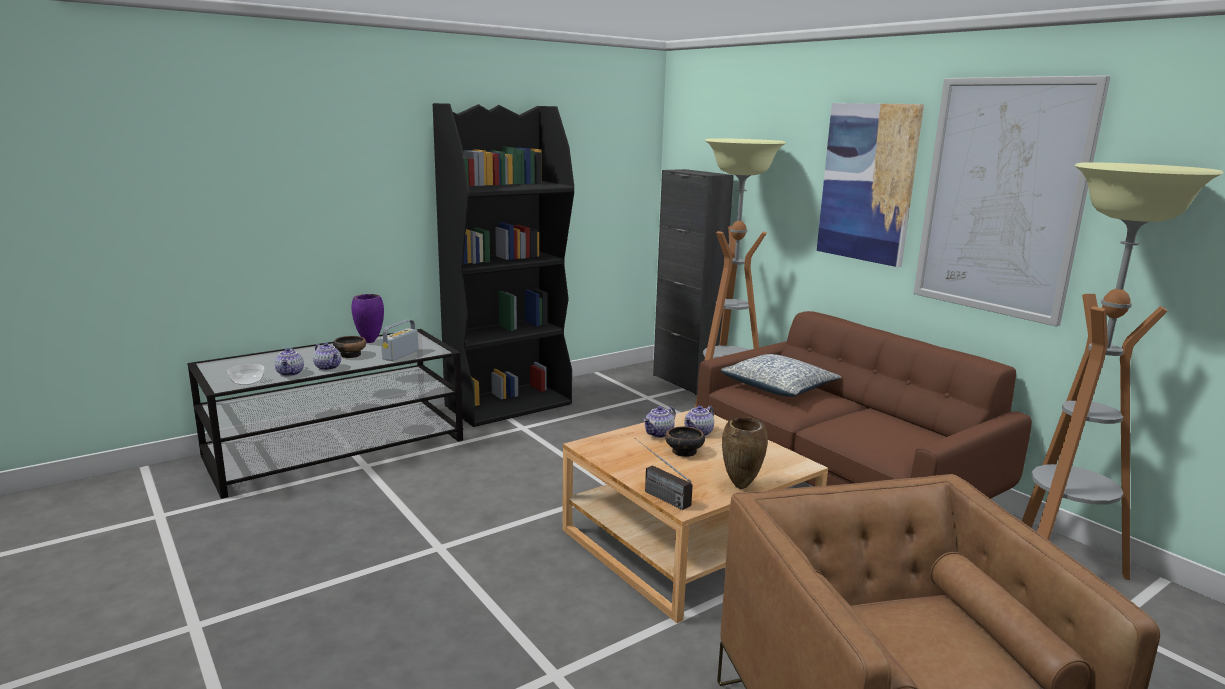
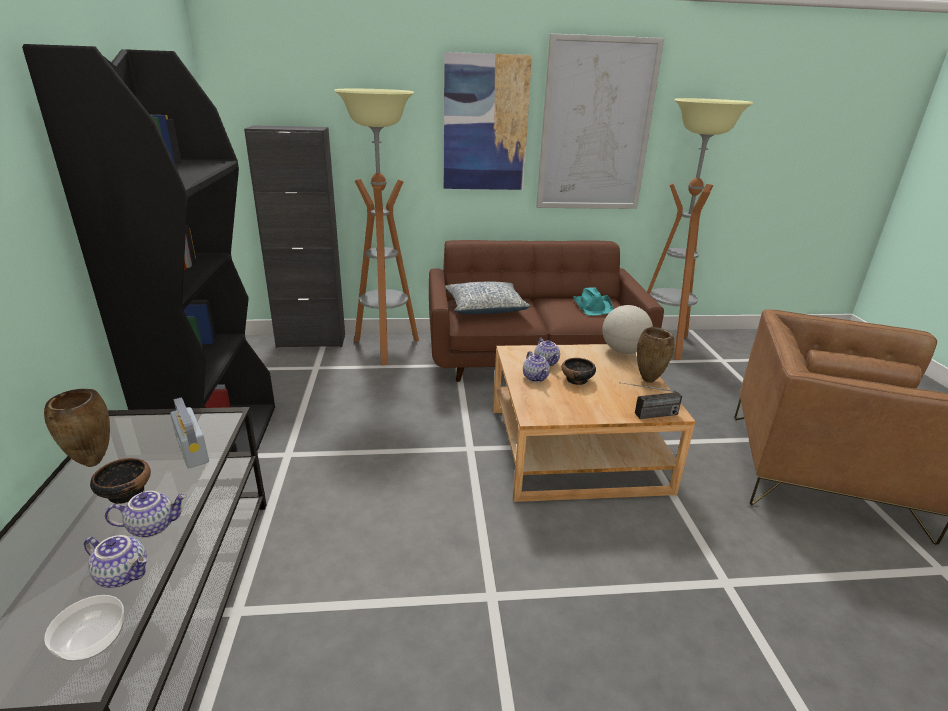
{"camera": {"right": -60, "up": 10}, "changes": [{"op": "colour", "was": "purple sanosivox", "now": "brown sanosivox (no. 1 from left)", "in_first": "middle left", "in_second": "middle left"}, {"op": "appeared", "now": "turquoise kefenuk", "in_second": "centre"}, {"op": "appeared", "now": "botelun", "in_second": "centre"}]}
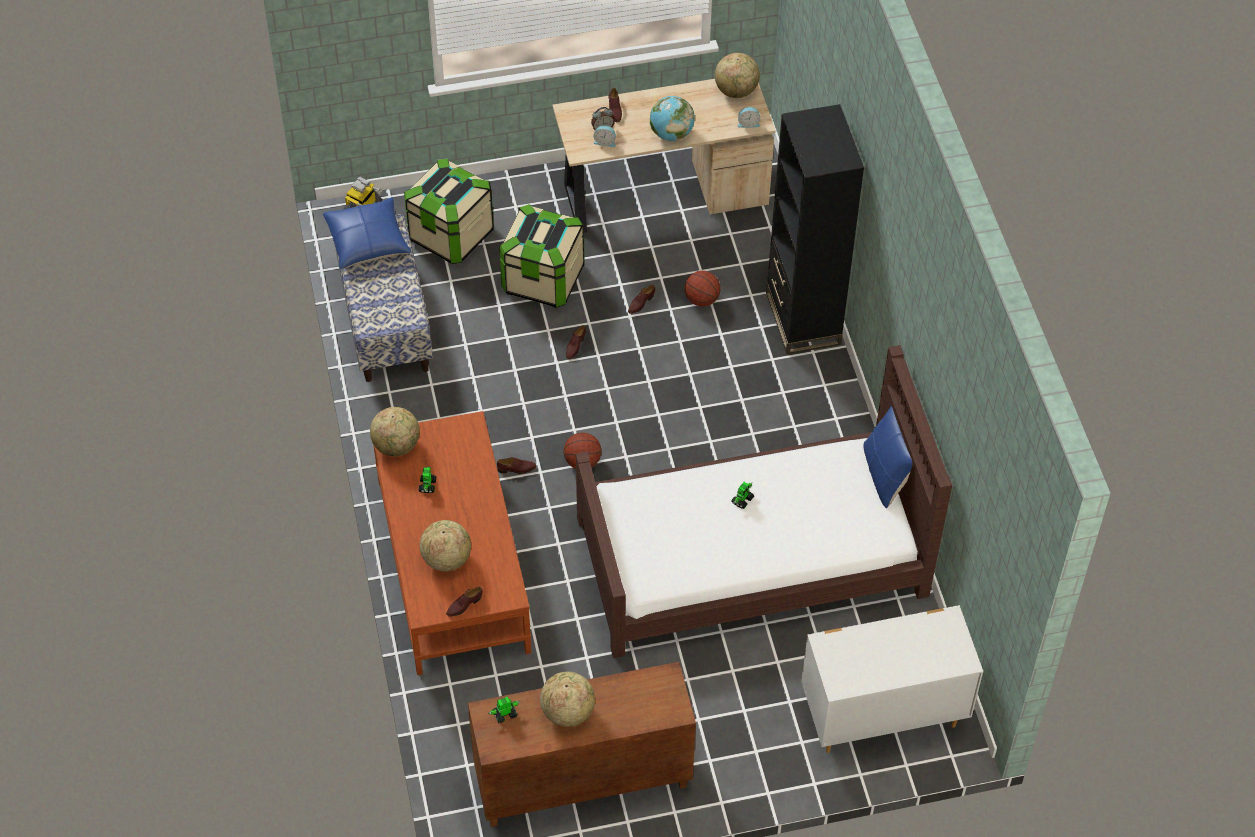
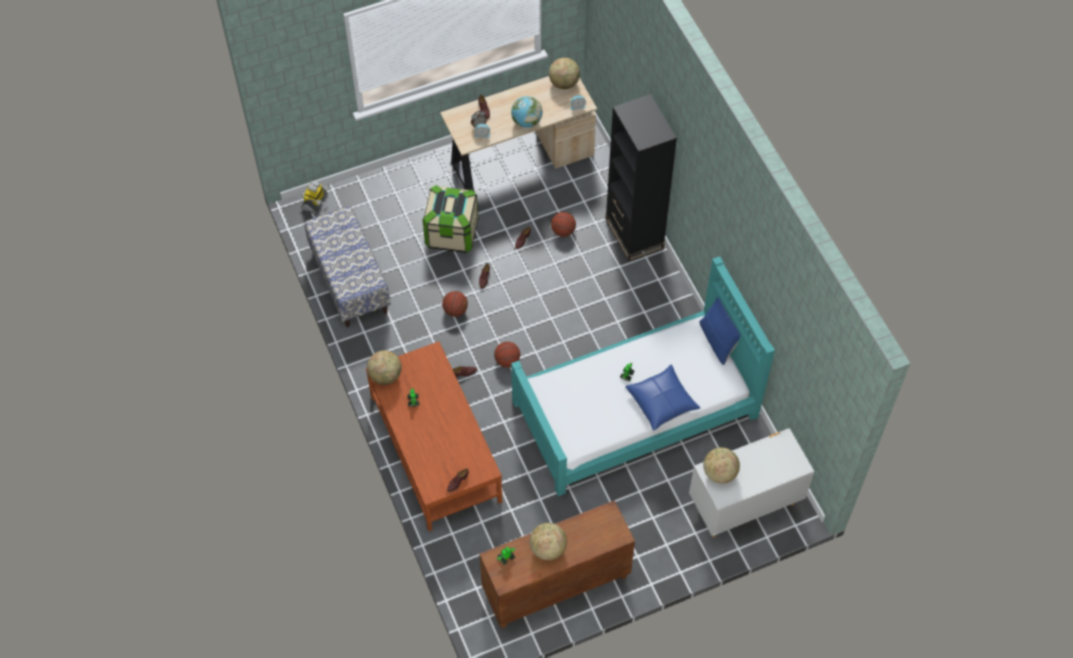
{"camera": {"right": -10, "up": 5}, "changes": [{"op": "appeared", "now": "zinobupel (no. 1 from left)", "in_second": "centre"}, {"op": "colour", "was": "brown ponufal", "now": "turquoise ponufal", "in_first": "centre", "in_second": "centre"}, {"op": "relocated", "was": "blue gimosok (no. 1 from left)", "in_first": "top left", "in_second": "centre"}, {"op": "relocated", "was": "botelun (no. 2 from left in the first image)", "now": "botelun (no. 5 from left)", "in_first": "centre", "in_second": "bottom right"}, {"op": "missing", "was": "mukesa (no. 1 from left)", "in_first": "top centre"}]}
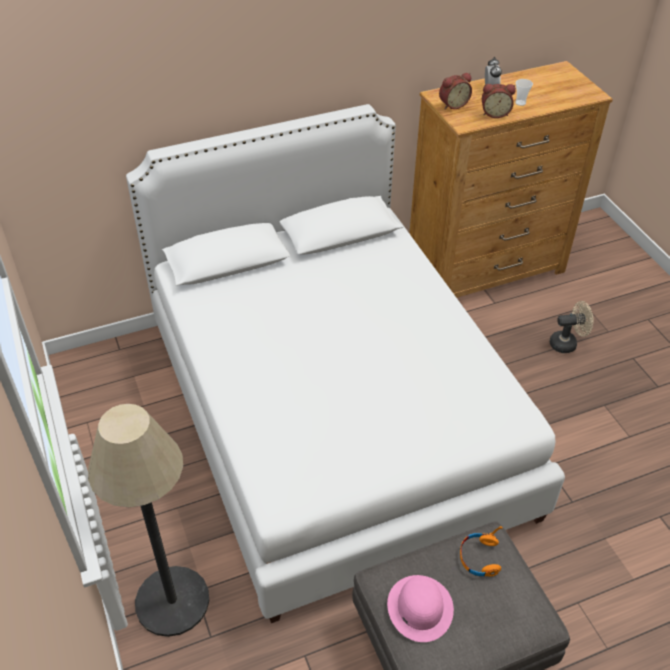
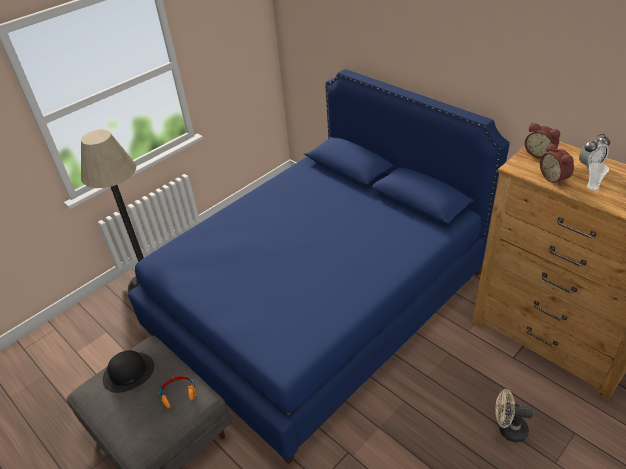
{"camera": {"right": 70, "up": -5}, "changes": [{"op": "colour", "was": "pink kefenuk", "now": "black kefenuk", "in_first": "bottom centre", "in_second": "bottom left"}, {"op": "colour", "was": "white ponufal", "now": "blue ponufal", "in_first": "centre", "in_second": "centre"}, {"op": "spun", "was": "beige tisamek", "in_first": "middle right", "in_second": "bottom right", "clockwise": 135}]}
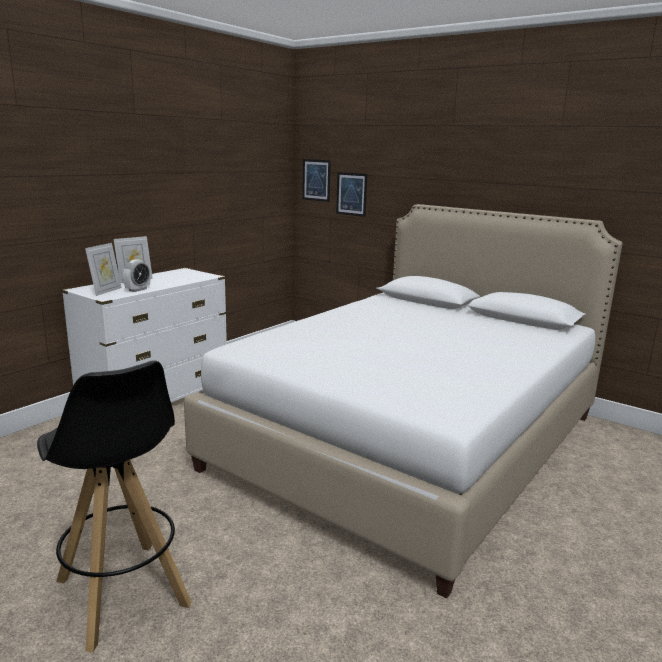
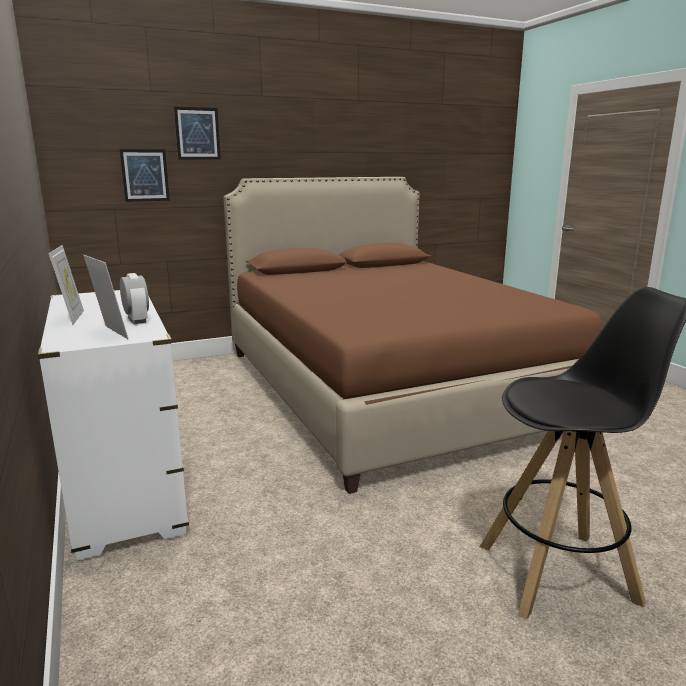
{"camera": {"right": -60, "up": 0}, "changes": [{"op": "relocated", "was": "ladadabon (no. 1 from left in the first image)", "now": "ladadabon (no. 2 from left)", "in_first": "top centre", "in_second": "top left"}, {"op": "colour", "was": "white ponufal", "now": "brown ponufal", "in_first": "centre", "in_second": "centre"}]}
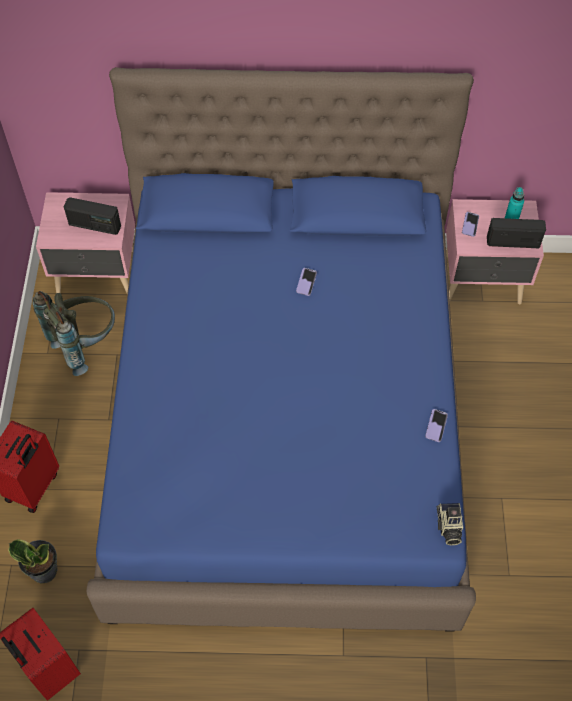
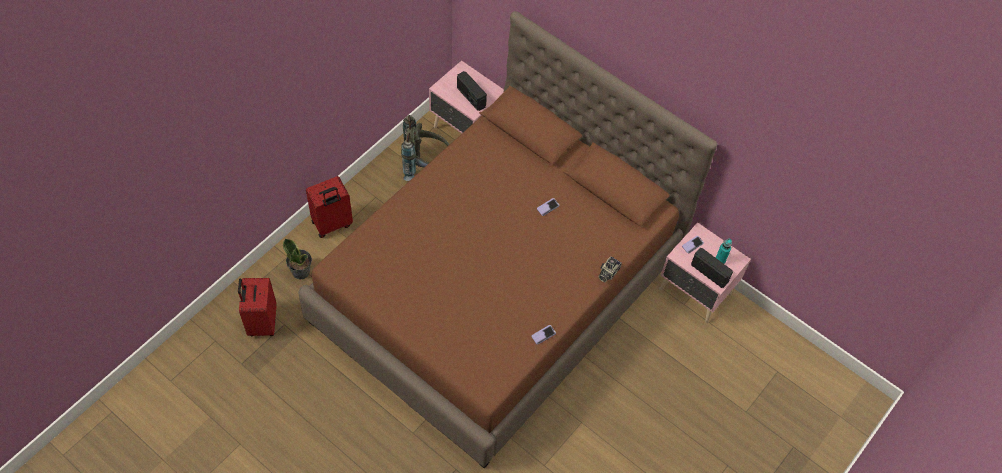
{"camera": {"right": 35, "up": 0}, "changes": [{"op": "colour", "was": "blue ponufal", "now": "brown ponufal", "in_first": "centre", "in_second": "centre"}, {"op": "relocated", "was": "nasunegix", "in_first": "bottom right", "in_second": "centre"}]}
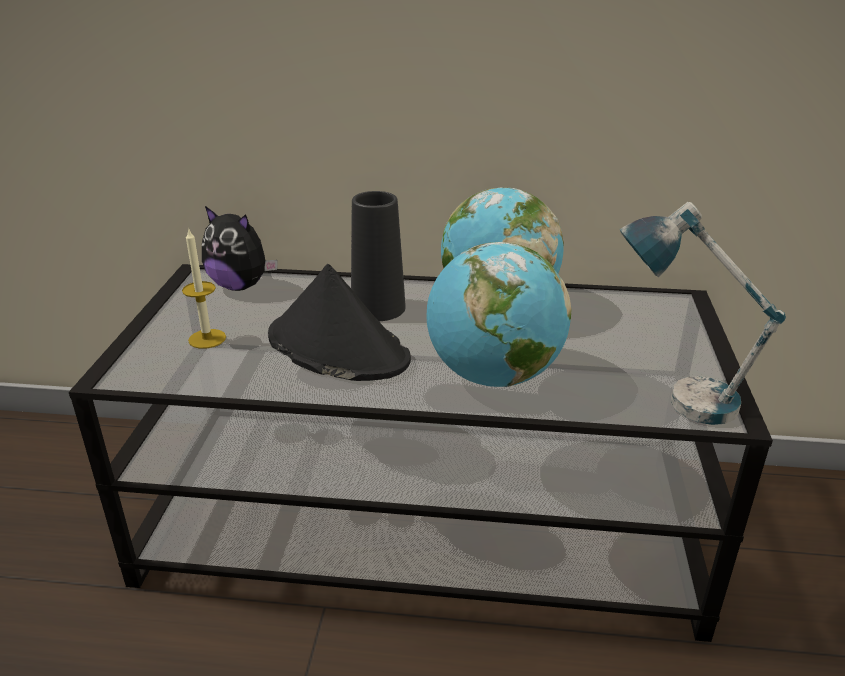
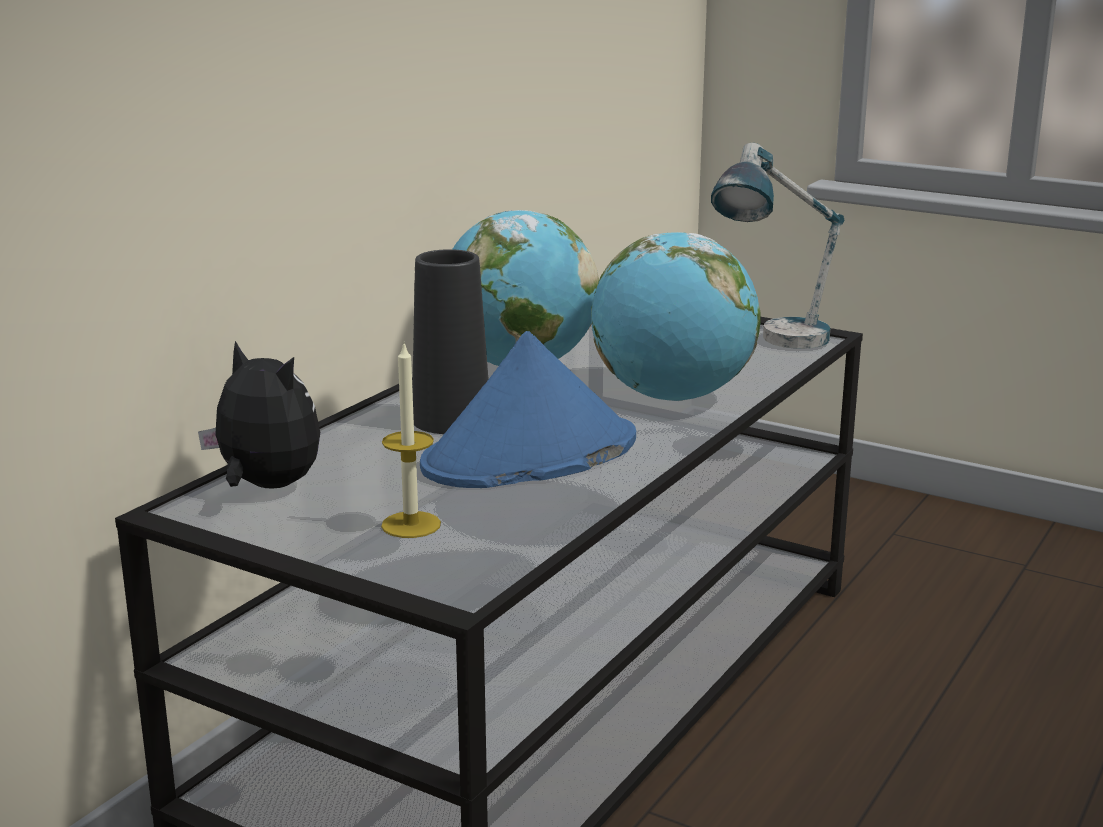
{"camera": {"right": -65, "up": -10}, "changes": [{"op": "spun", "was": "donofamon", "in_first": "middle left", "in_second": "middle left", "clockwise": -105}, {"op": "colour", "was": "black kefenuk", "now": "blue kefenuk", "in_first": "centre", "in_second": "centre"}]}
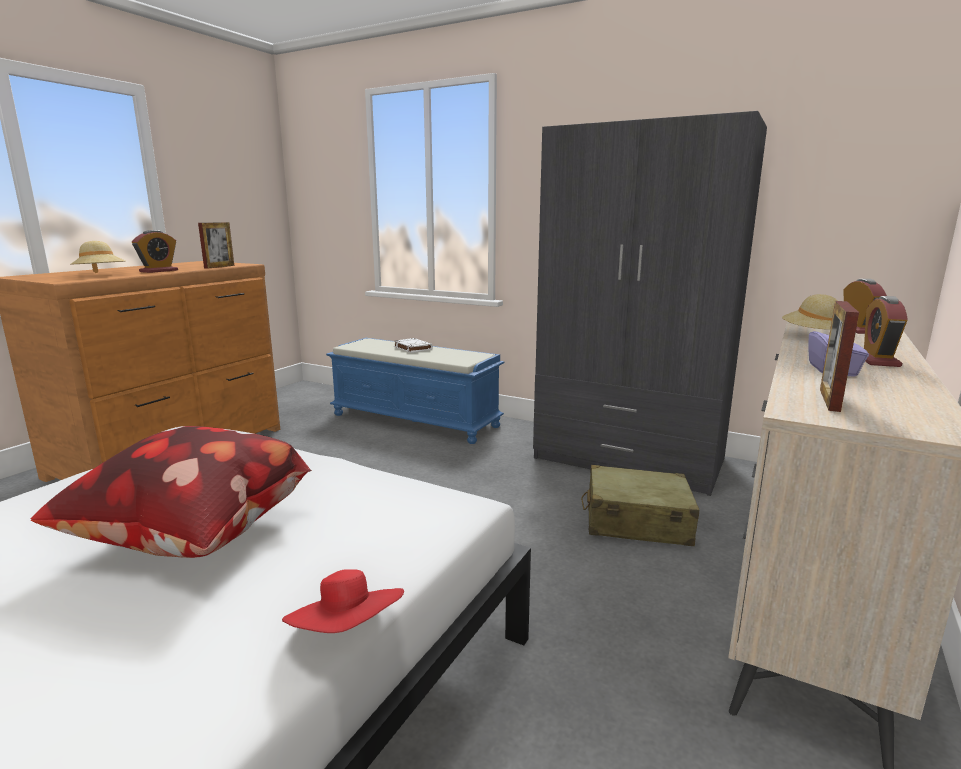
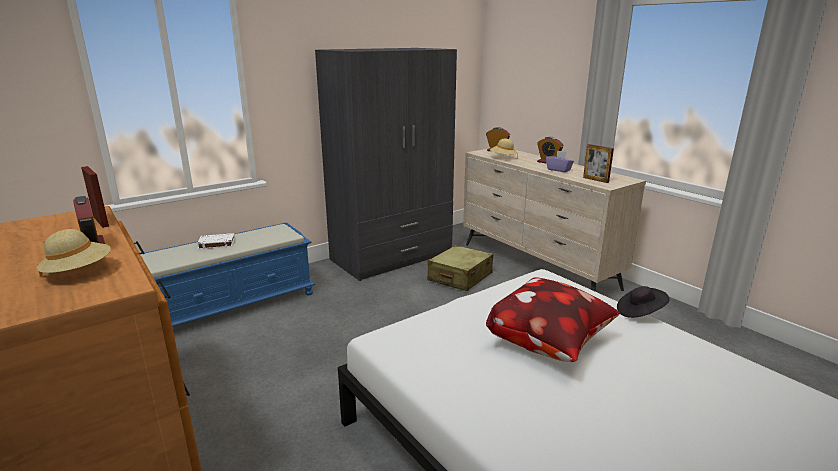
{"camera": {"right": -65, "up": 5}, "changes": [{"op": "colour", "was": "red kefenuk", "now": "black kefenuk", "in_first": "bottom centre", "in_second": "middle right"}]}
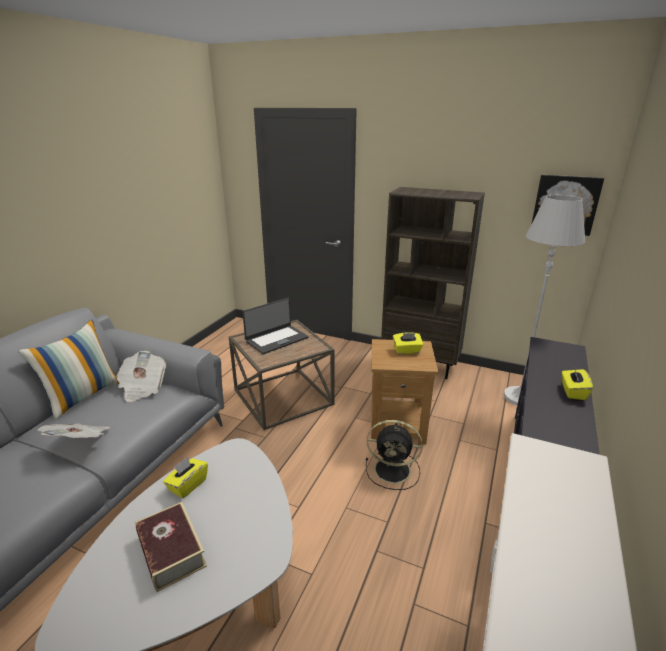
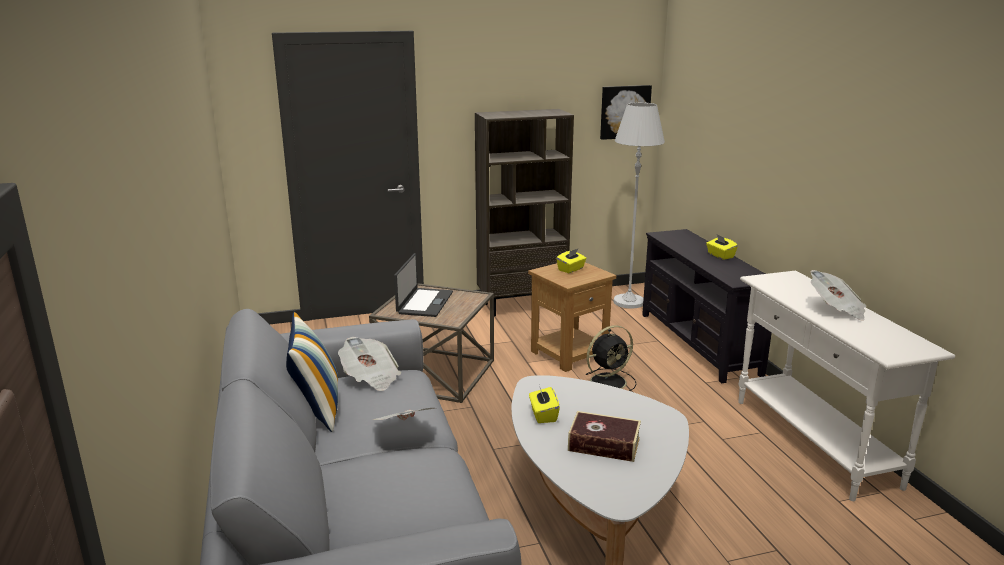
{"camera": {"right": -40, "up": -5}, "changes": [{"op": "appeared", "now": "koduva (no. 3 from left)", "in_second": "middle right"}]}
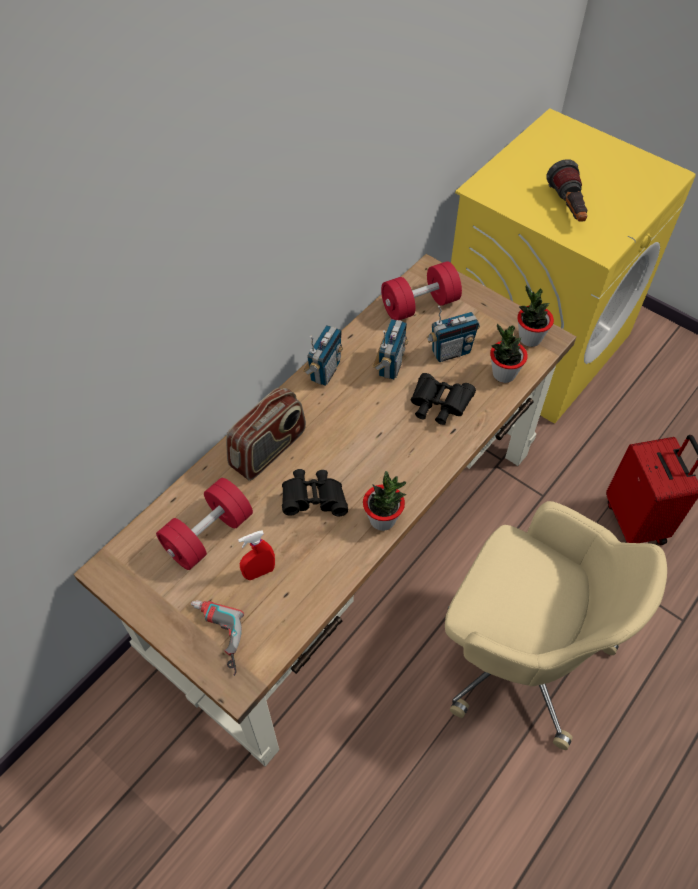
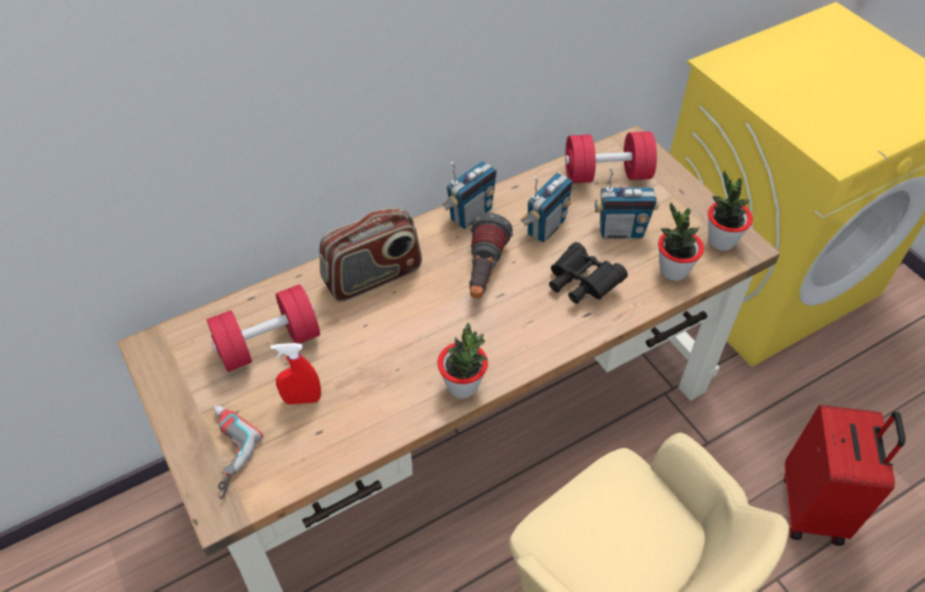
{"camera": {"right": 20, "up": -5}, "changes": [{"op": "relocated", "was": "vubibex", "in_first": "top right", "in_second": "centre"}, {"op": "missing", "was": "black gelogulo (no. 1 from left)", "in_first": "centre"}]}
